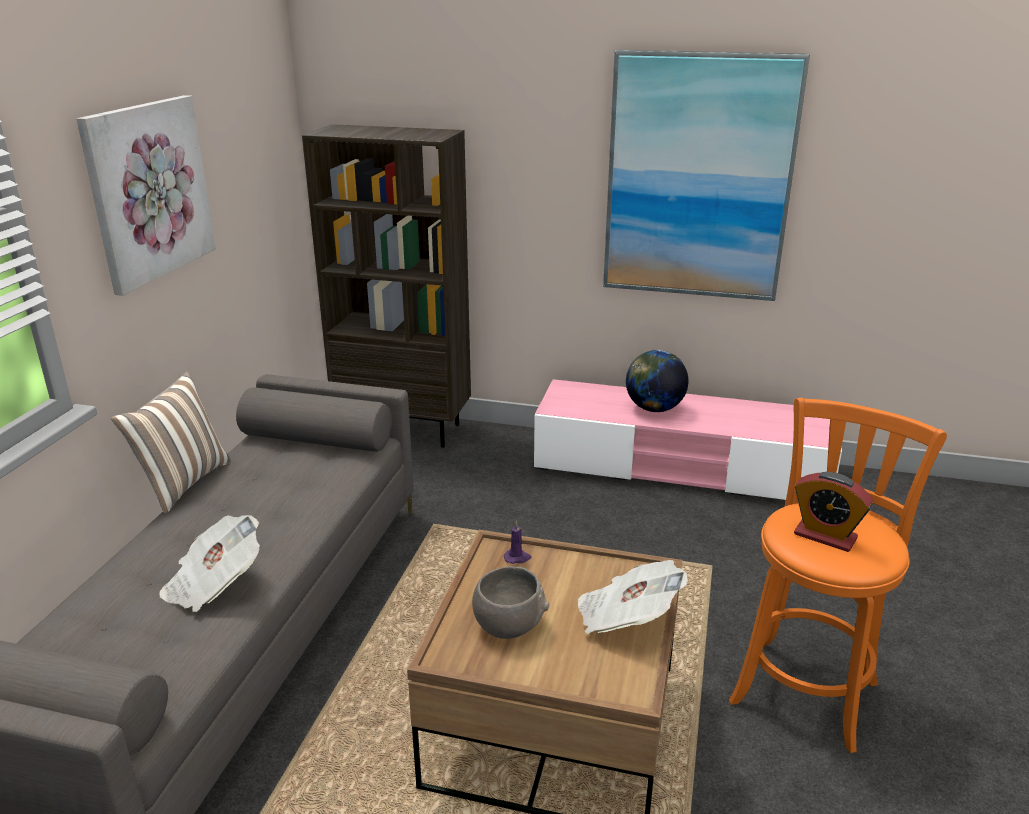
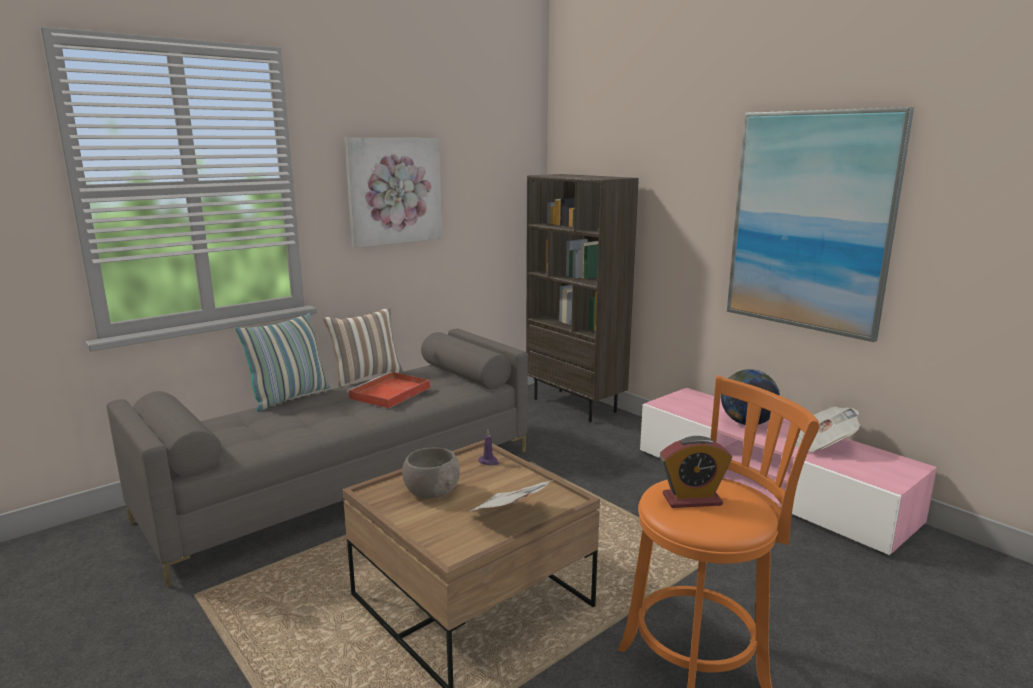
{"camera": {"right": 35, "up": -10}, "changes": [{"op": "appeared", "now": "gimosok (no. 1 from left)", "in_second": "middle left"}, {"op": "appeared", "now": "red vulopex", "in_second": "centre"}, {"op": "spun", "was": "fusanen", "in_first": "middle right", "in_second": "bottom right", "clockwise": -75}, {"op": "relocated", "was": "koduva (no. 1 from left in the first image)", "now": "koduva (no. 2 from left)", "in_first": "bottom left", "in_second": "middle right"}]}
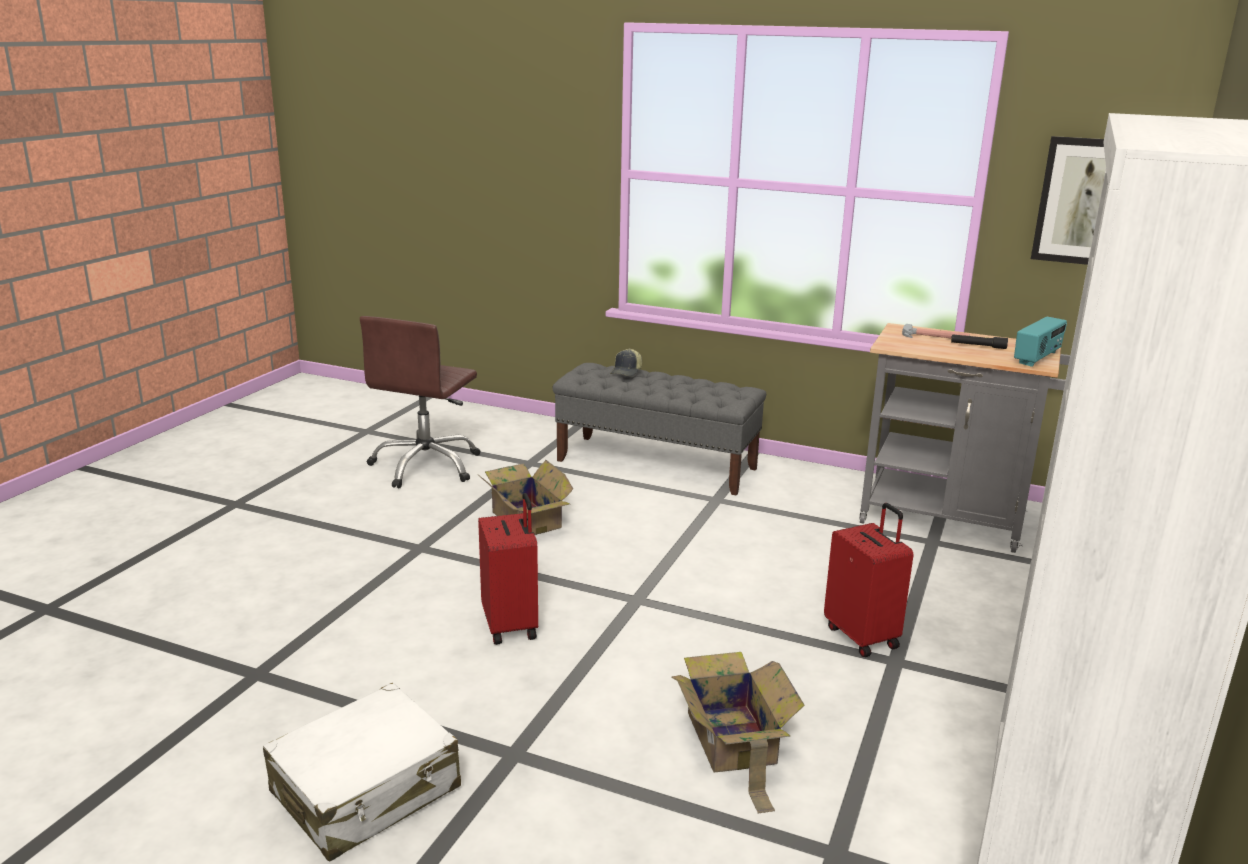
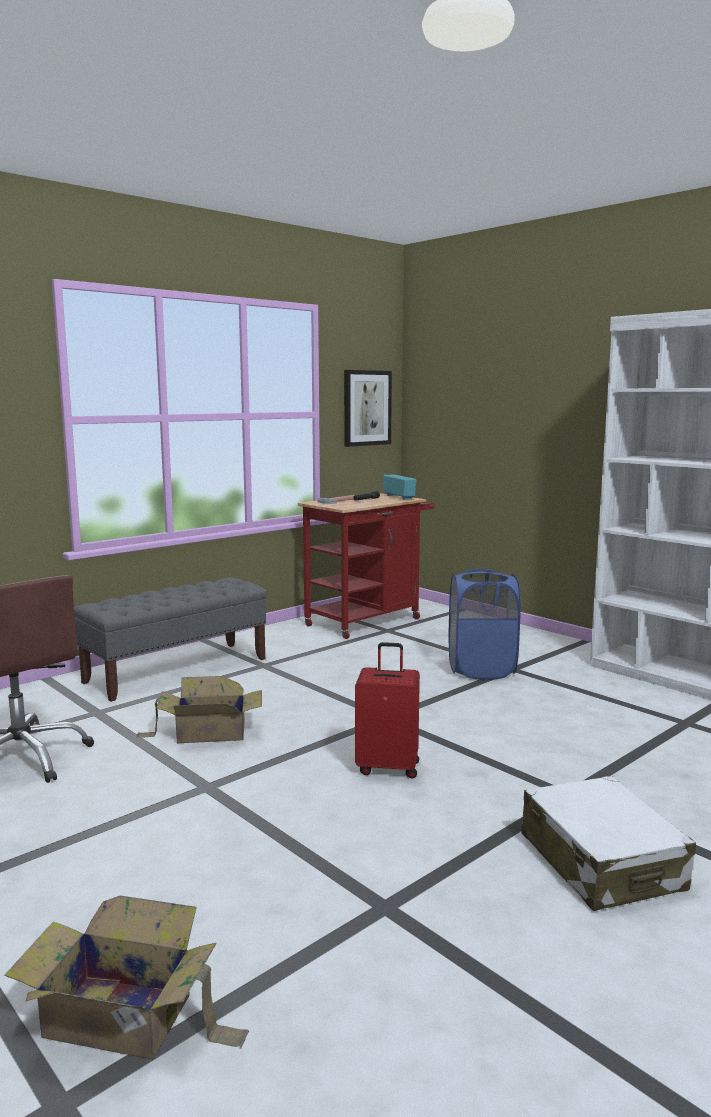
{"camera": {"right": -65, "up": -10}, "changes": [{"op": "relocated", "was": "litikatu (no. 2 from left in the first image)", "now": "litikatu (no. 1 from left)", "in_first": "bottom centre", "in_second": "bottom left"}, {"op": "colour", "was": "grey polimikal", "now": "red polimikal", "in_first": "middle right", "in_second": "centre"}, {"op": "exchanged", "was": "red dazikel (no. 2 from left)", "now": "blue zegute", "in_first": "bottom right", "in_second": "middle right"}, {"op": "missing", "was": "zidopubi", "in_first": "centre"}]}
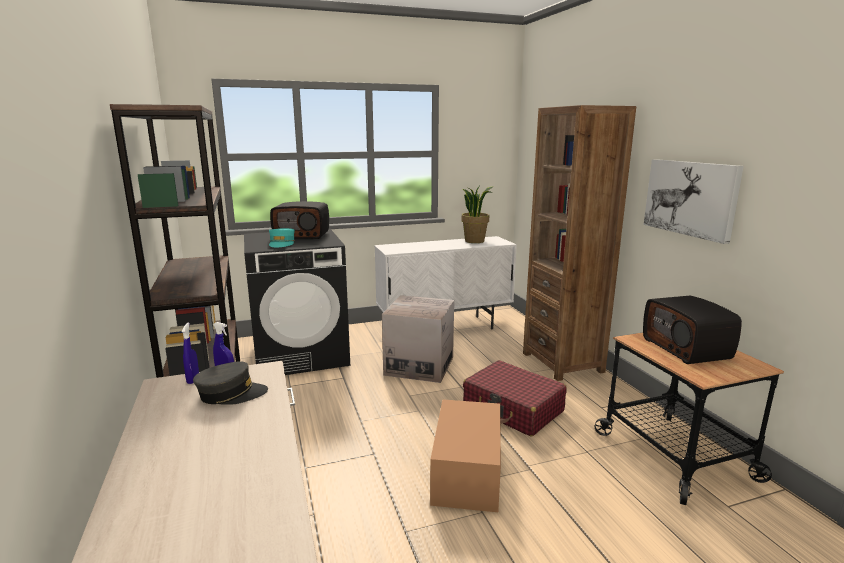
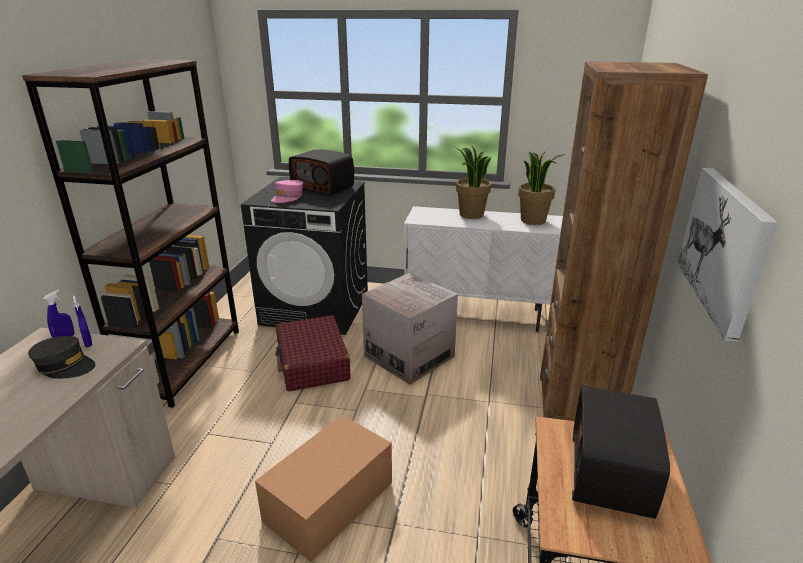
{"camera": {"right": 30, "up": 10}, "changes": [{"op": "colour", "was": "turquoise zidopubi", "now": "pink zidopubi", "in_first": "centre", "in_second": "centre"}, {"op": "relocated", "was": "red dazikel", "in_first": "bottom centre", "in_second": "centre"}, {"op": "appeared", "now": "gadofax (no. 1 from left)", "in_second": "top centre"}]}
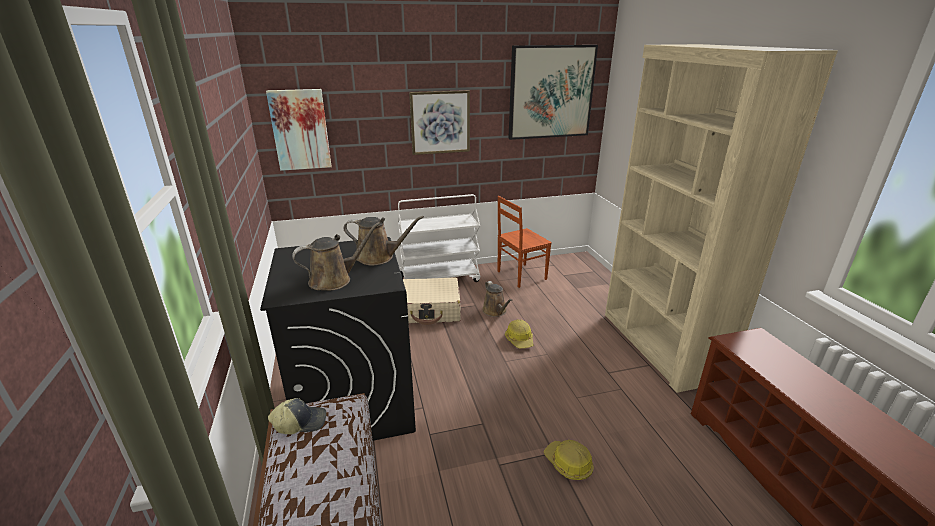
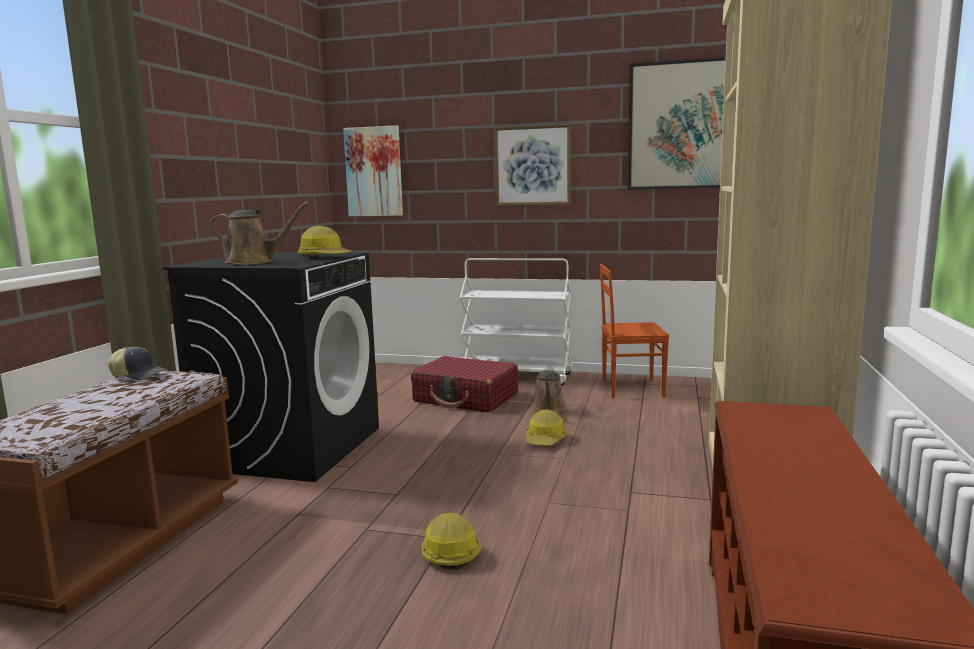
{"camera": {"right": 30, "up": -15}, "changes": [{"op": "exchanged", "was": "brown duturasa (no. 2 from left)", "now": "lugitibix (no. 1 from left)", "in_first": "centre", "in_second": "middle left"}, {"op": "colour", "was": "beige dazikel", "now": "red dazikel", "in_first": "centre", "in_second": "centre"}]}
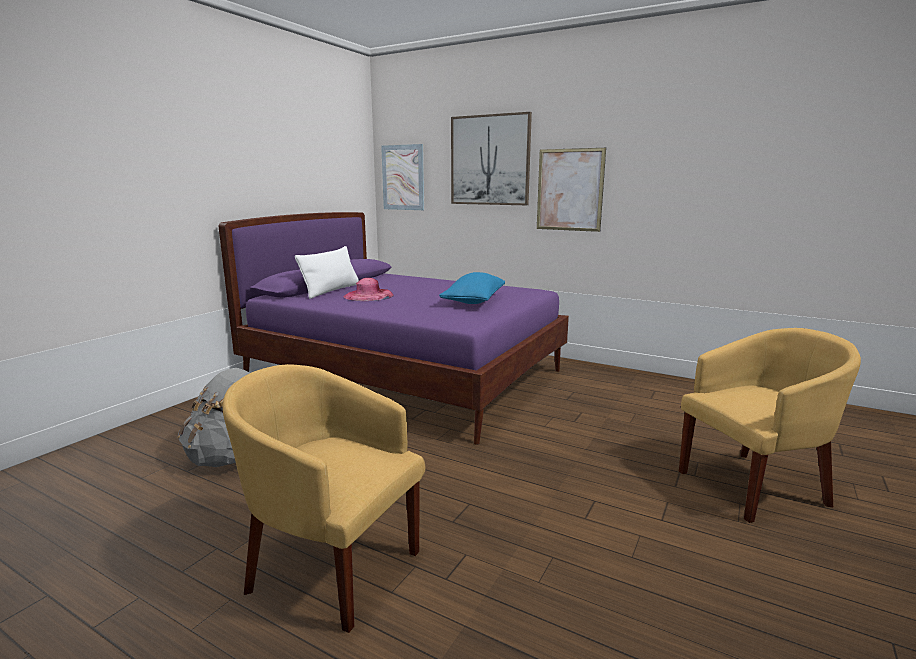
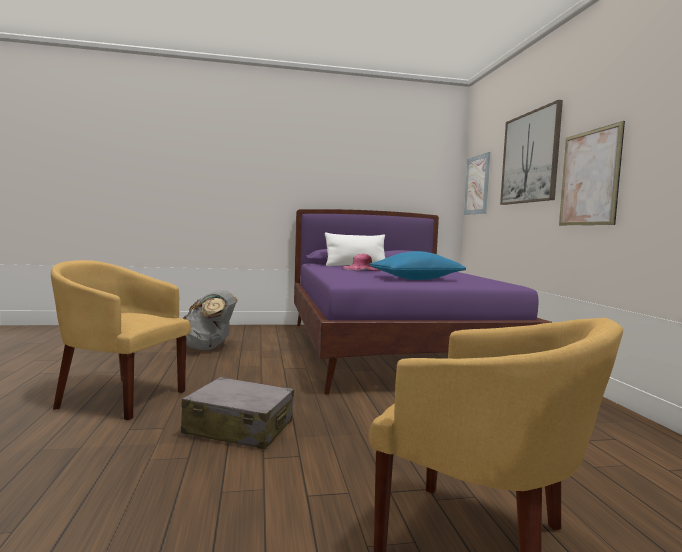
{"camera": {"right": 50, "up": -10}, "changes": [{"op": "spun", "was": "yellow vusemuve (no. 1 from left)", "in_first": "bottom centre", "in_second": "middle left", "clockwise": -60}, {"op": "appeared", "now": "grey dazikel", "in_second": "bottom centre"}]}
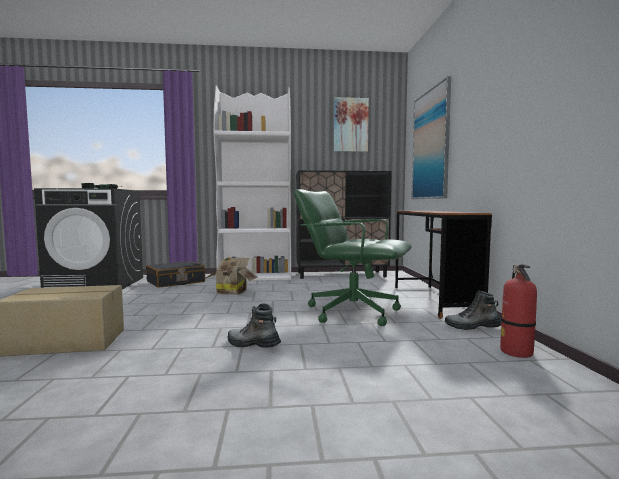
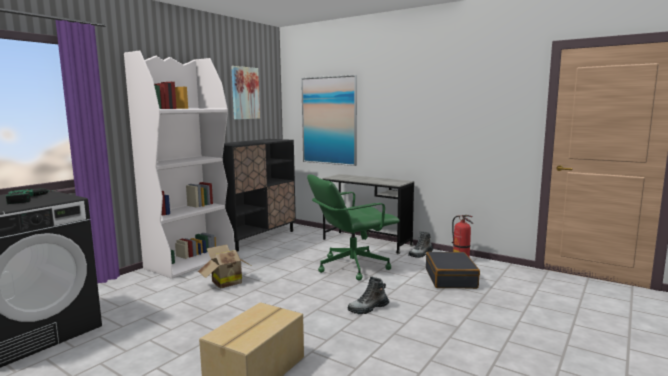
{"camera": {"right": -50, "up": 5}, "changes": [{"op": "colour", "was": "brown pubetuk", "now": "grey pubetuk", "in_first": "middle right", "in_second": "centre"}, {"op": "relocated", "was": "black dazikel", "in_first": "middle left", "in_second": "bottom right"}]}
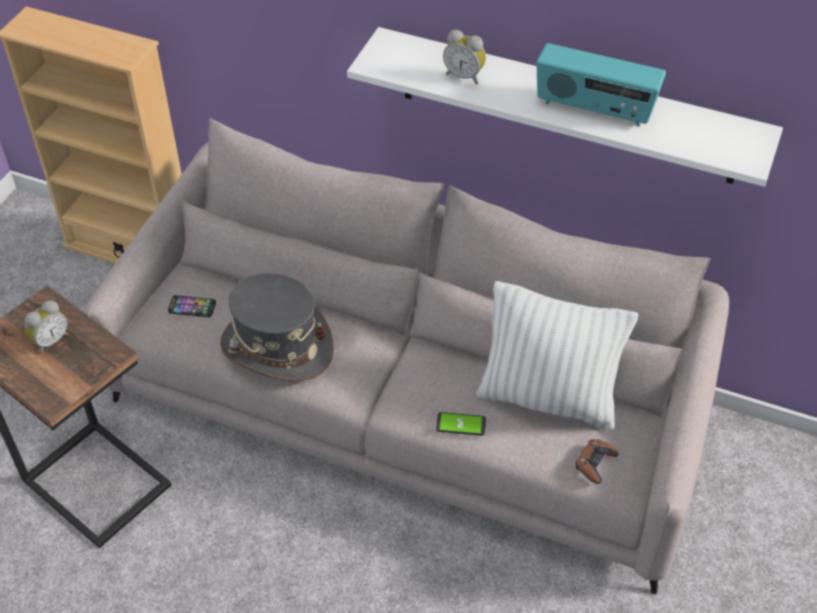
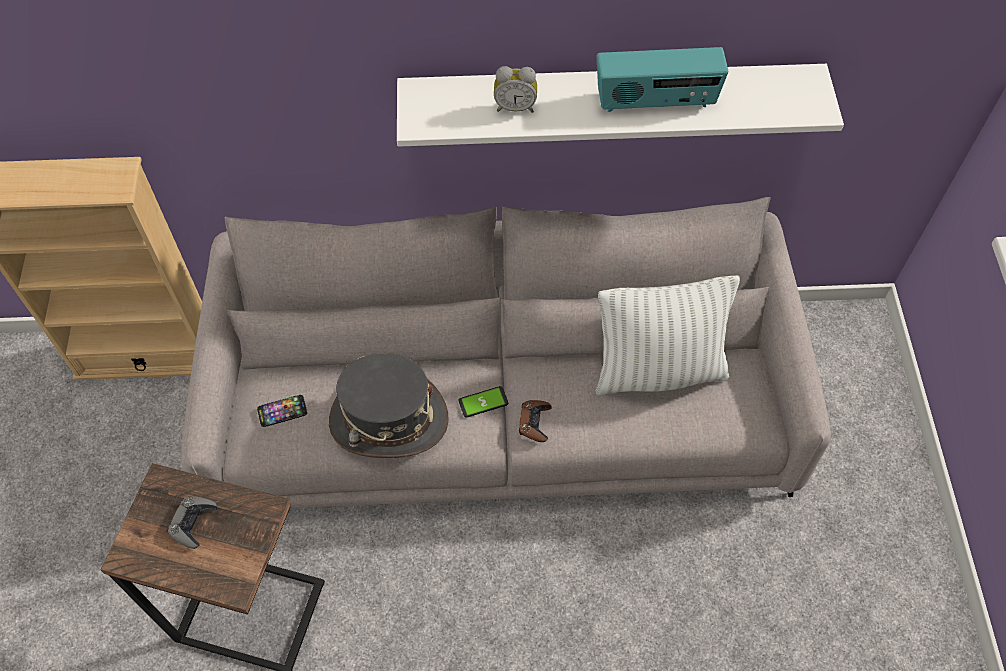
{"camera": {"right": -25, "up": 10}, "changes": [{"op": "exchanged", "was": "fusanen (no. 1 from left)", "now": "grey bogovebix", "in_first": "middle left", "in_second": "bottom left"}, {"op": "relocated", "was": "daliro (no. 2 from left)", "in_first": "bottom centre", "in_second": "centre"}, {"op": "relocated", "was": "brown bogovebix", "in_first": "bottom right", "in_second": "centre"}]}
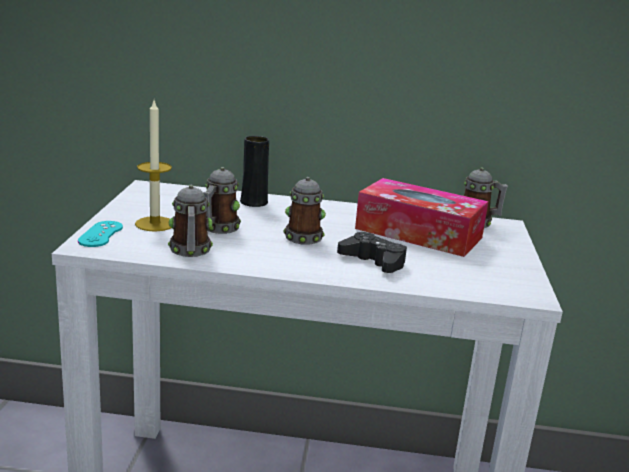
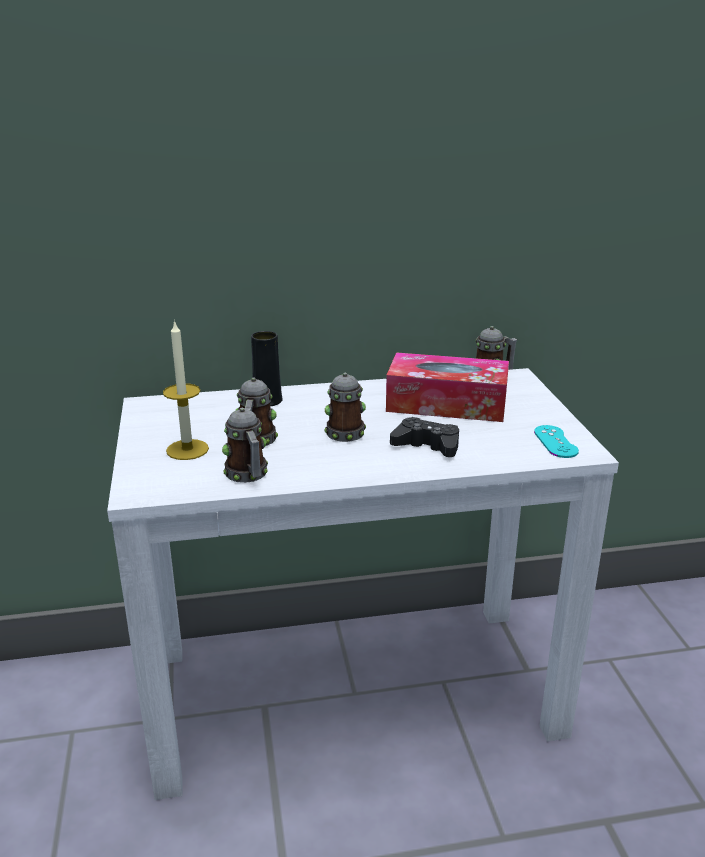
{"camera": {"right": -15, "up": 5}, "changes": [{"op": "relocated", "was": "turquoise bogovebix", "in_first": "middle left", "in_second": "middle right"}]}
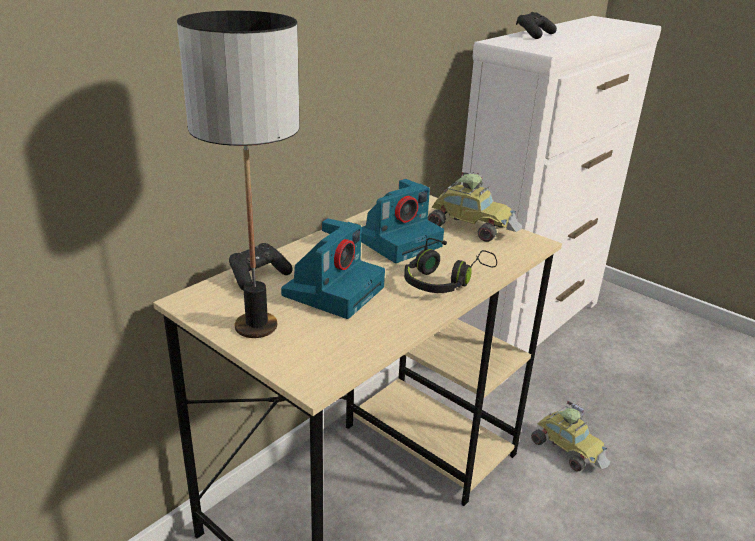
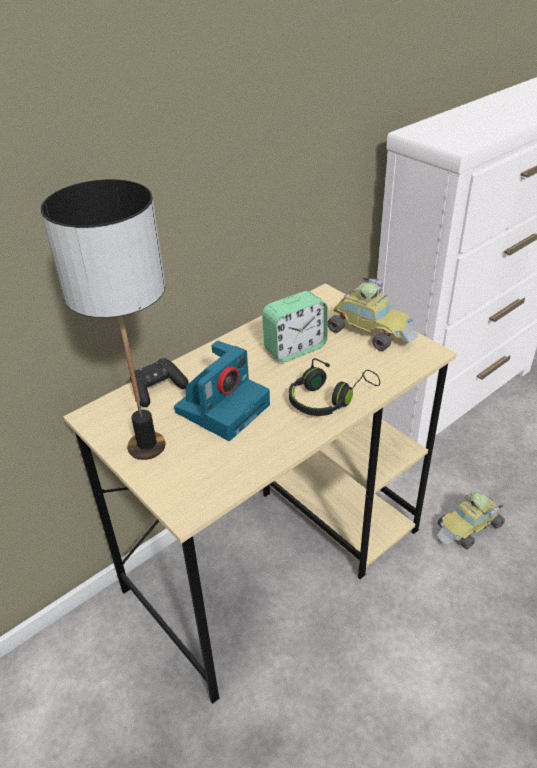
{"camera": {"right": 10, "up": 10}, "changes": [{"op": "exchanged", "was": "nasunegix (no. 2 from left)", "now": "fusanen", "in_first": "centre", "in_second": "centre"}, {"op": "spun", "was": "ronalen (no. 2 from left)", "in_first": "bottom right", "in_second": "bottom right", "clockwise": 90}, {"op": "missing", "was": "black bogovebix (no. 2 from left)", "in_first": "top right"}]}
